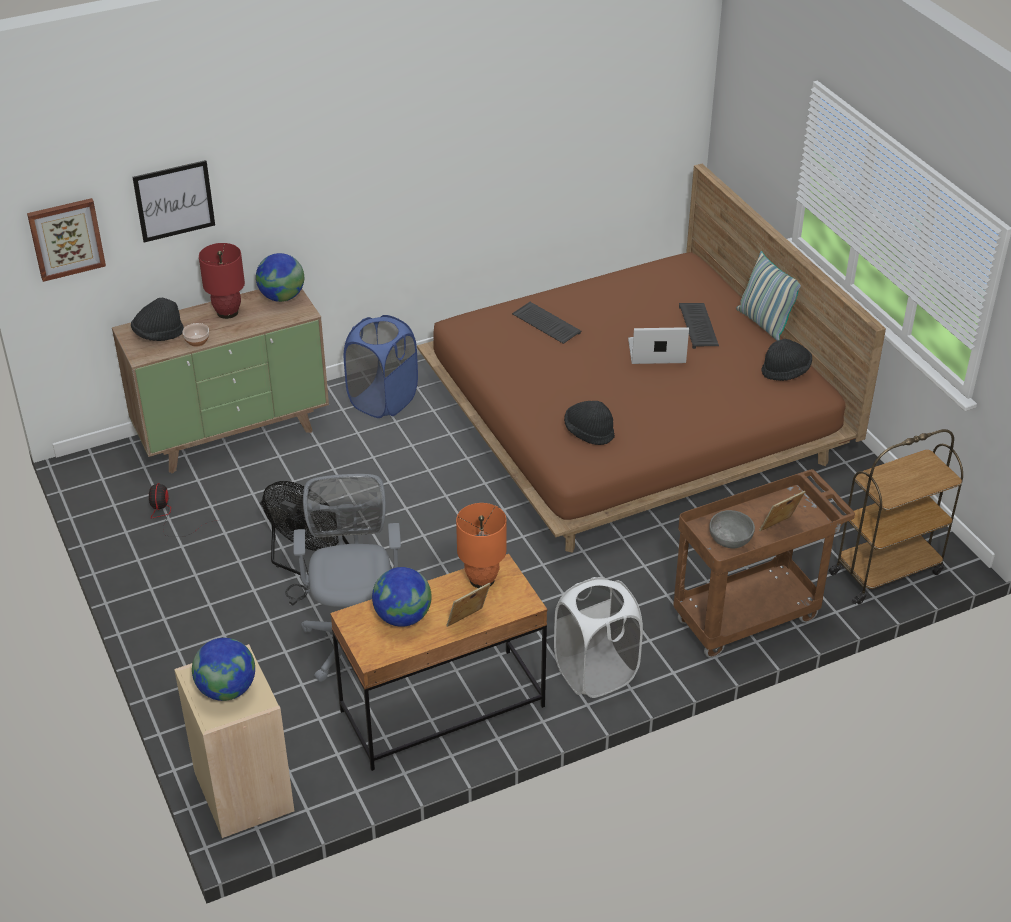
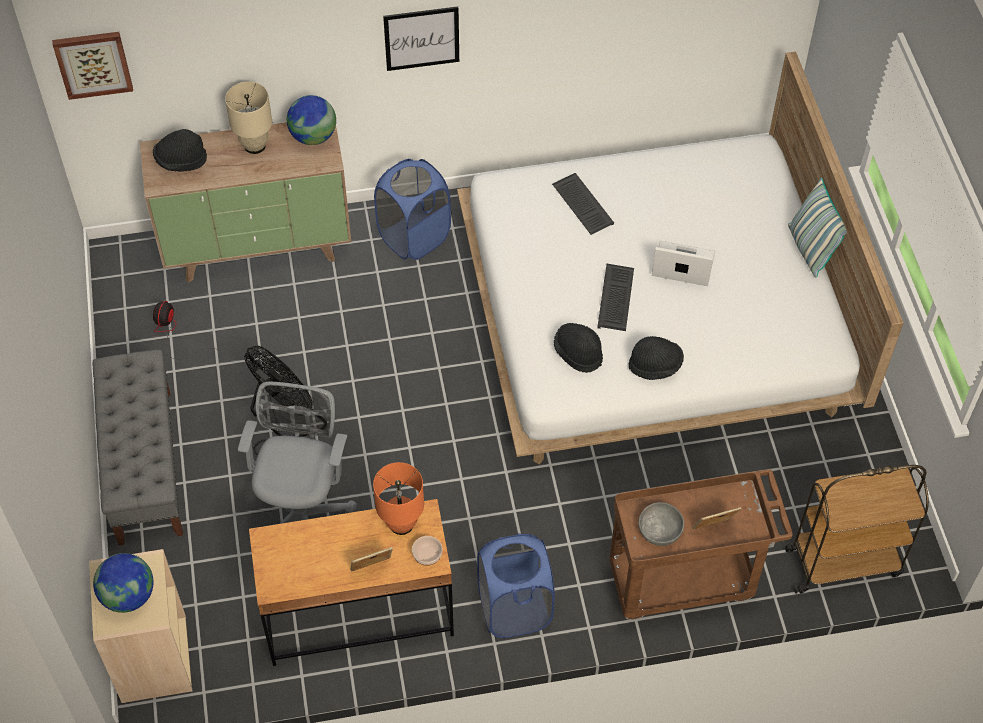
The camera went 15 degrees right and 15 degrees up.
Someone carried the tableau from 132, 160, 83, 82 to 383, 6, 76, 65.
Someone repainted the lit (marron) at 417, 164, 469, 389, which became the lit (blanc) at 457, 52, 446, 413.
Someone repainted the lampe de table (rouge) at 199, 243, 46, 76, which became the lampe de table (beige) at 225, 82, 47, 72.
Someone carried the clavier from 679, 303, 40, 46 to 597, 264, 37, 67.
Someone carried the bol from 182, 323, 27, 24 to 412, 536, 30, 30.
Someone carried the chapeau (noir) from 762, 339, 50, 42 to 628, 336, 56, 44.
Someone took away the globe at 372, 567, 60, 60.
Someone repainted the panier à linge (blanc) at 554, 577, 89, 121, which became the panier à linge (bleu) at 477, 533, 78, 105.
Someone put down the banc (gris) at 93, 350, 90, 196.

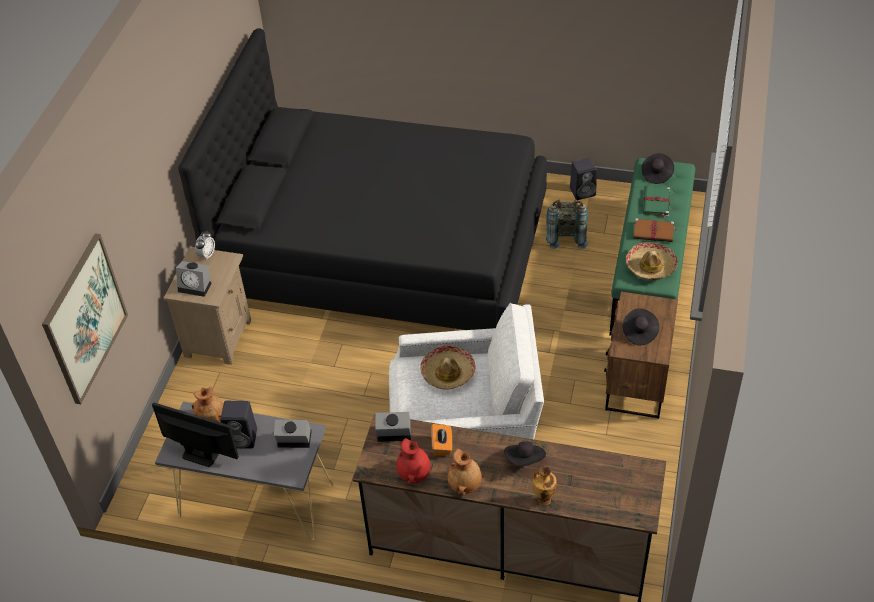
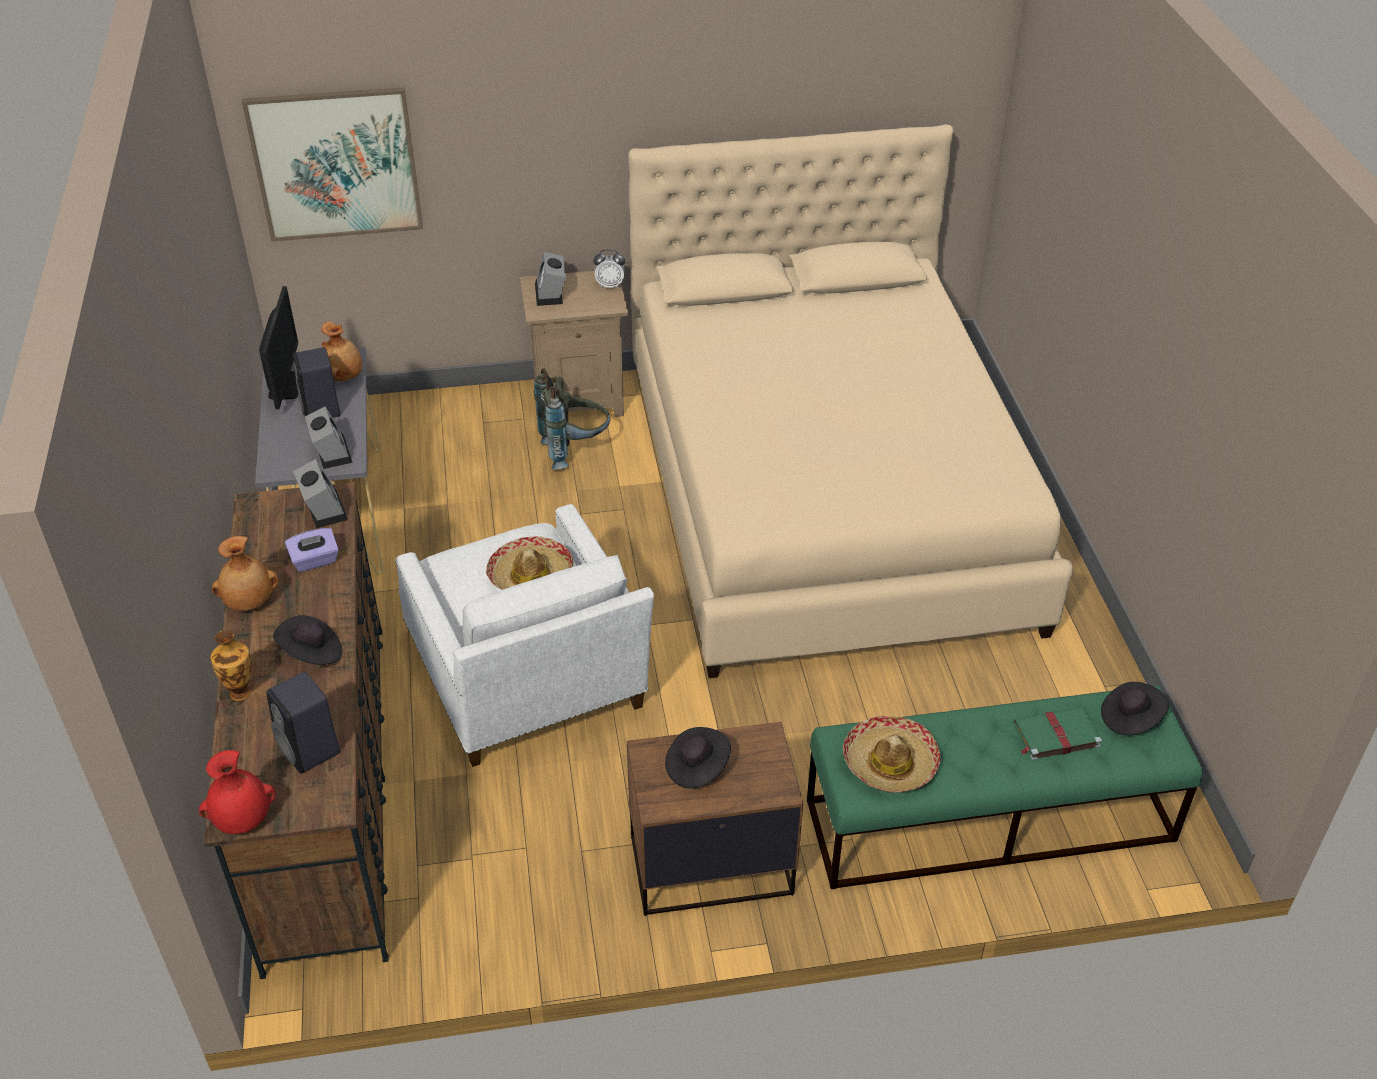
The camera went 65 degrees right and 5 degrees down.
Someone repainted the lit (noir) at 178, 28, 369, 302, which became the lit (beige) at 628, 124, 445, 554.
Someone carried the enceinte (noir) from 570, 158, 27, 42 to 267, 672, 73, 102.
Someone carried the sac à dos (gris) from 546, 200, 42, 49 to 534, 368, 76, 101.
Someone took away the livre (marron) at 633, 218, 44, 24.
Someone repainted the boîte à mouchoirs (orange) at 431, 424, 21, 32, which became the boîte à mouchoirs (violet) at 285, 528, 54, 44.
Someone carried the vase (rouge) from 397, 438, 34, 46 to 199, 750, 77, 84.

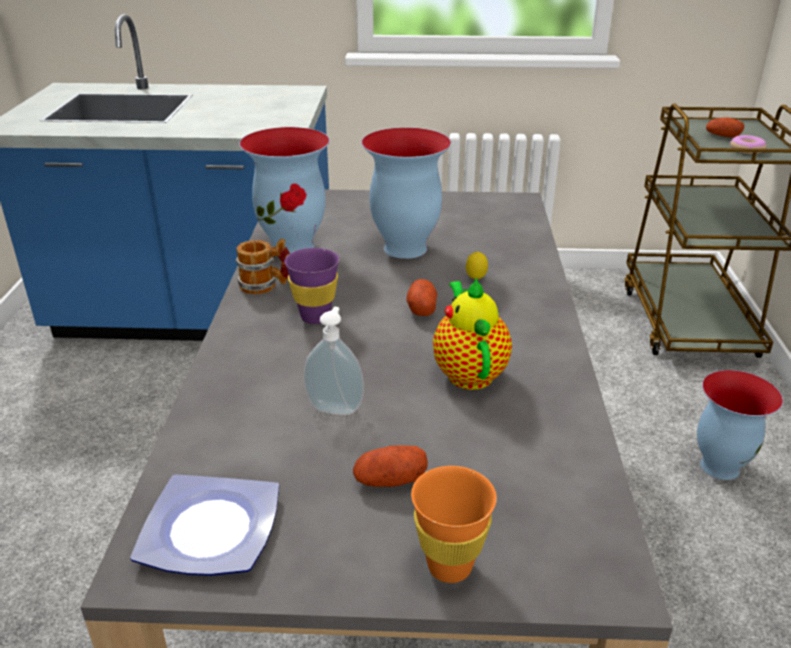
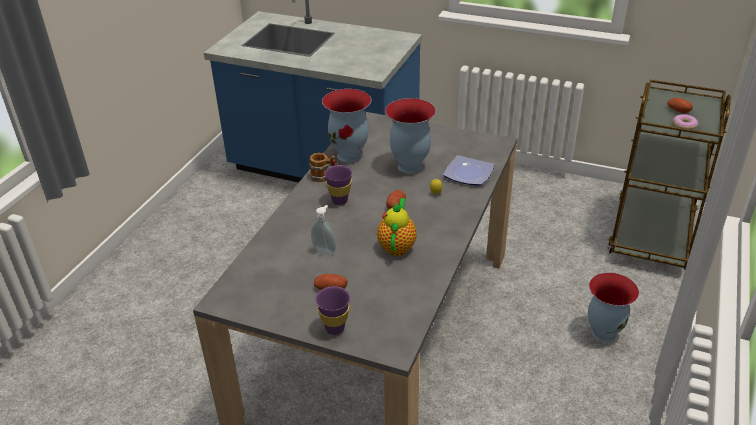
The camera went 20 degrees right and 5 degrees up.
Someone repainted the tasse (orange) at 411, 466, 86, 117, which became the tasse (violet) at 315, 286, 35, 49.
Someone carried the assiette from 130, 474, 149, 102 to 443, 155, 51, 31.

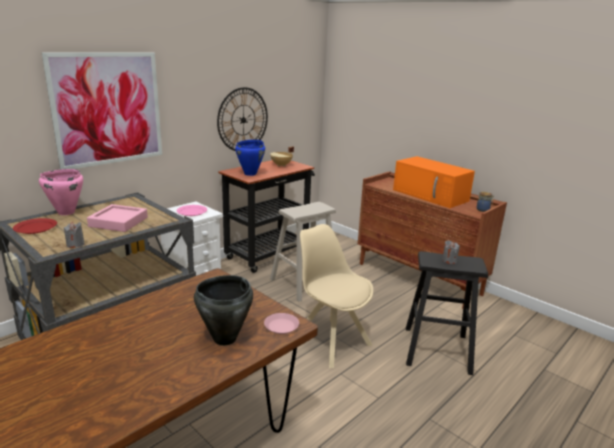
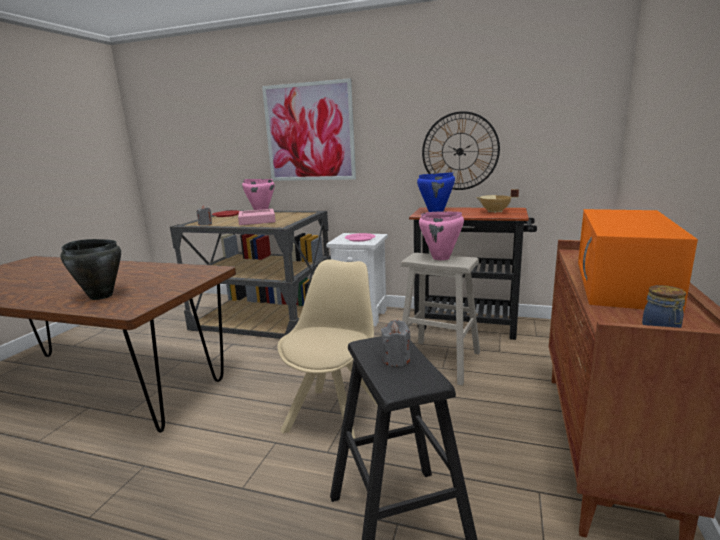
The camera went 65 degrees right and 5 degrees down.
Someone took away the assiette (rose) at 264, 313, 35, 21.
Someone put down the marmite (rose) at 419, 212, 45, 48.

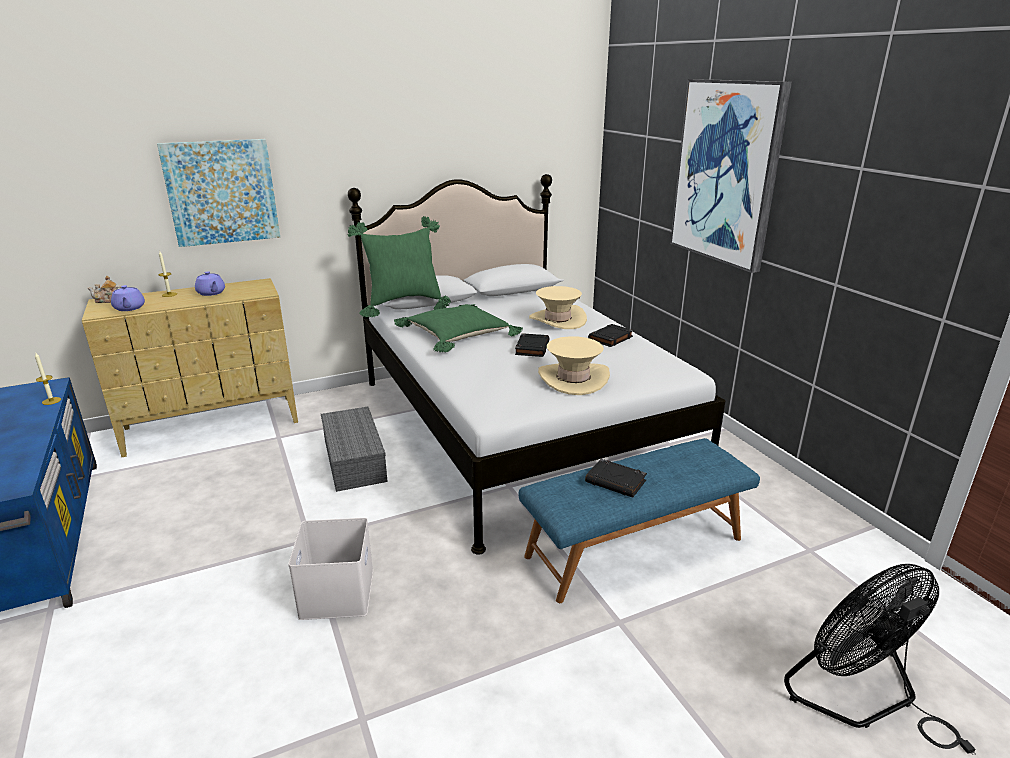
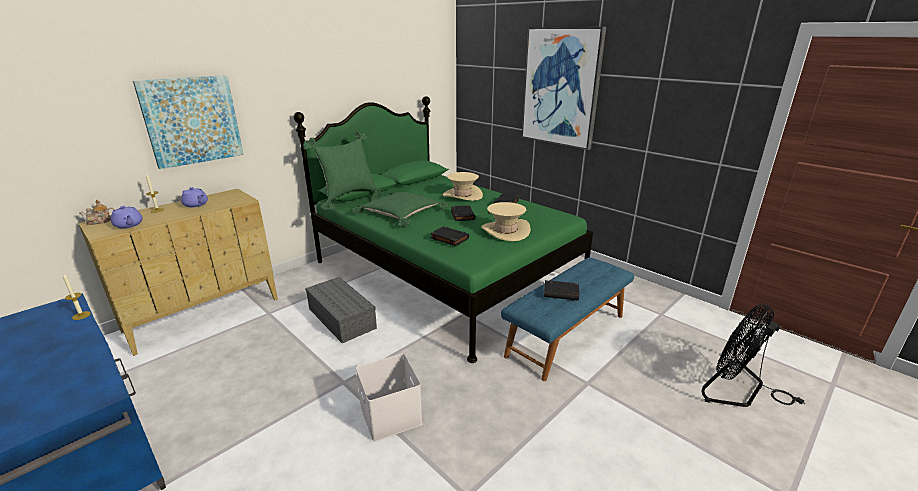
The camera went 20 degrees left and 0 degrees up.
Someone repainted the lit (blanc) at 348, 174, 378, 381, which became the lit (vert) at 294, 96, 299, 267.
Someone put down the livre (noir) at 430, 226, 39, 20.

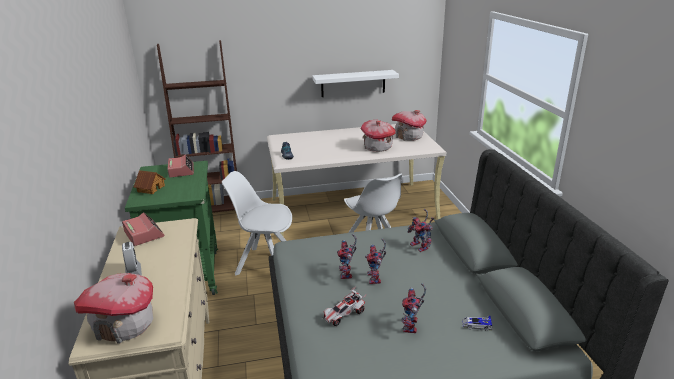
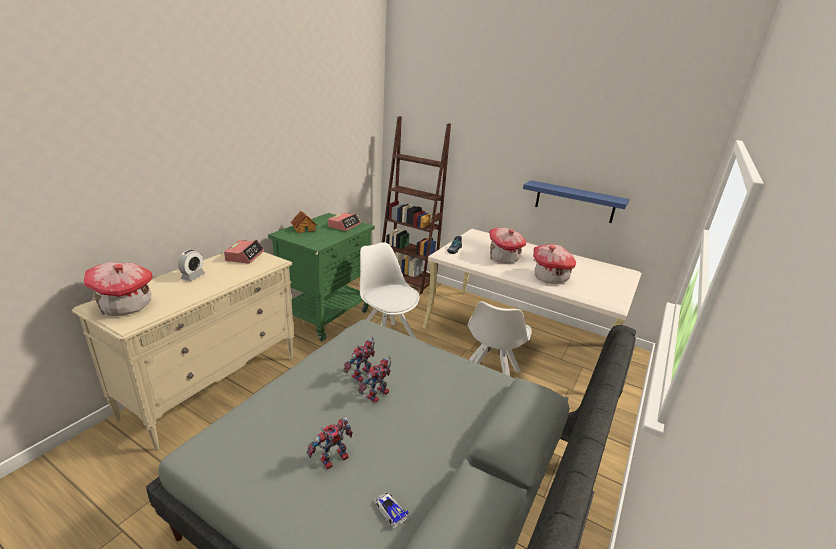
The camera went 40 degrees right and 0 degrees up.
Someone repainted the étagère (blanc) at 312, 70, 87, 27, which became the étagère (bleu) at 523, 180, 106, 43.
Someone carried the maison miniature from 392, 110, 34, 31 to 489, 228, 38, 36.
Someone took away the robot jouet at 408, 209, 26, 43.
Someone took away the petite voiture at 323, 286, 43, 40.

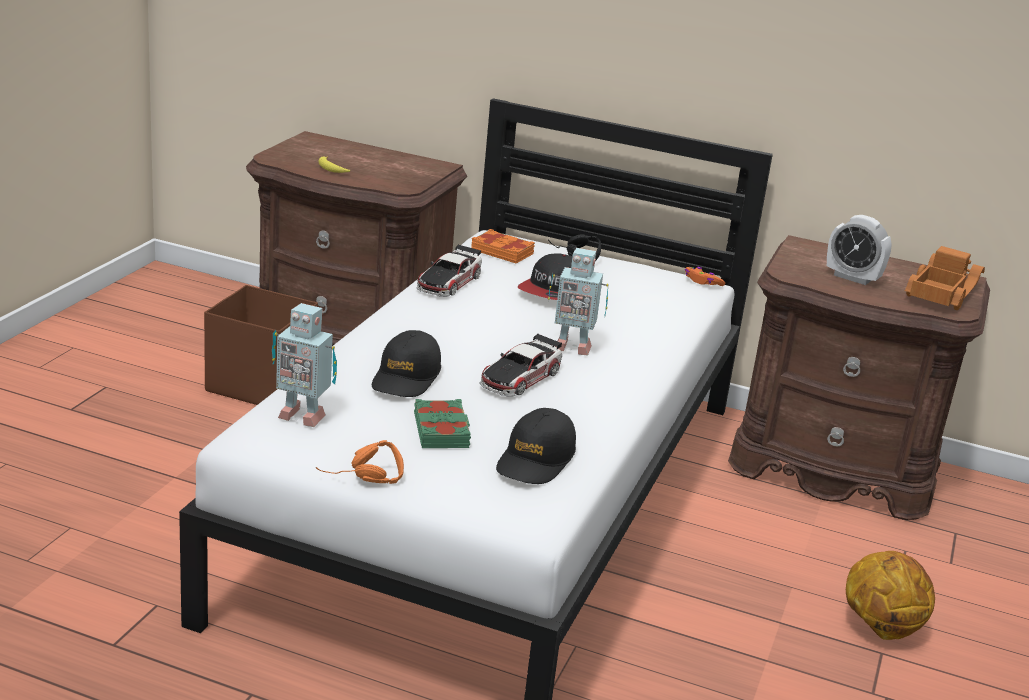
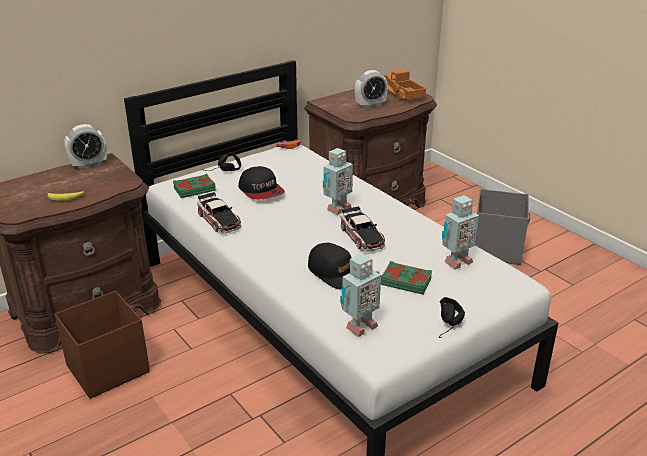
The camera went 55 degrees left and 5 degrees up.
Someone repainted the livre (orange) at 471, 229, 64, 35, which became the livre (vert) at 173, 174, 43, 24.
Someone swapped the casquette (noir) at 496, 408, 80, 76 for the robot jouet at 442, 195, 37, 74.
Someone repainted the casque audio (orange) at 316, 440, 88, 44, which became the casque audio (noir) at 439, 297, 26, 41.
Someone swapped the ballon de basket at 846, 551, 89, 89 for the boîte de rangement (gris) at 476, 189, 54, 76.
Someone put down the réveil at 64, 124, 43, 45.

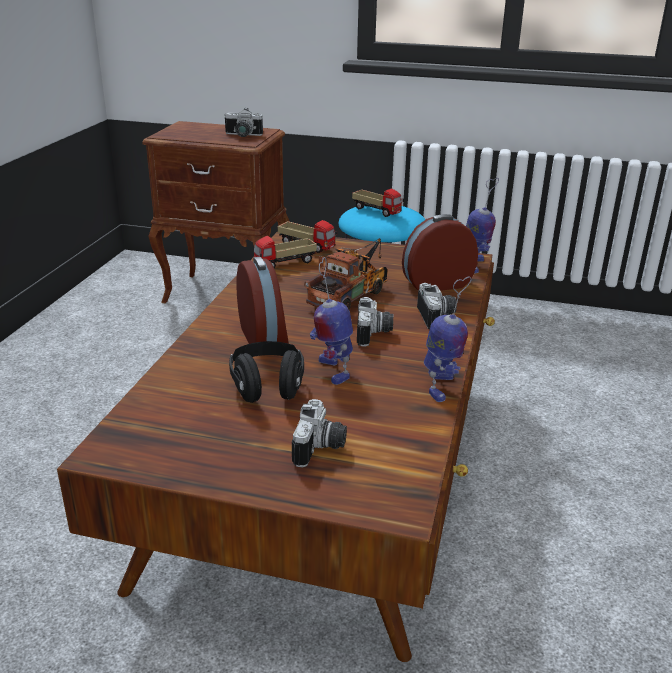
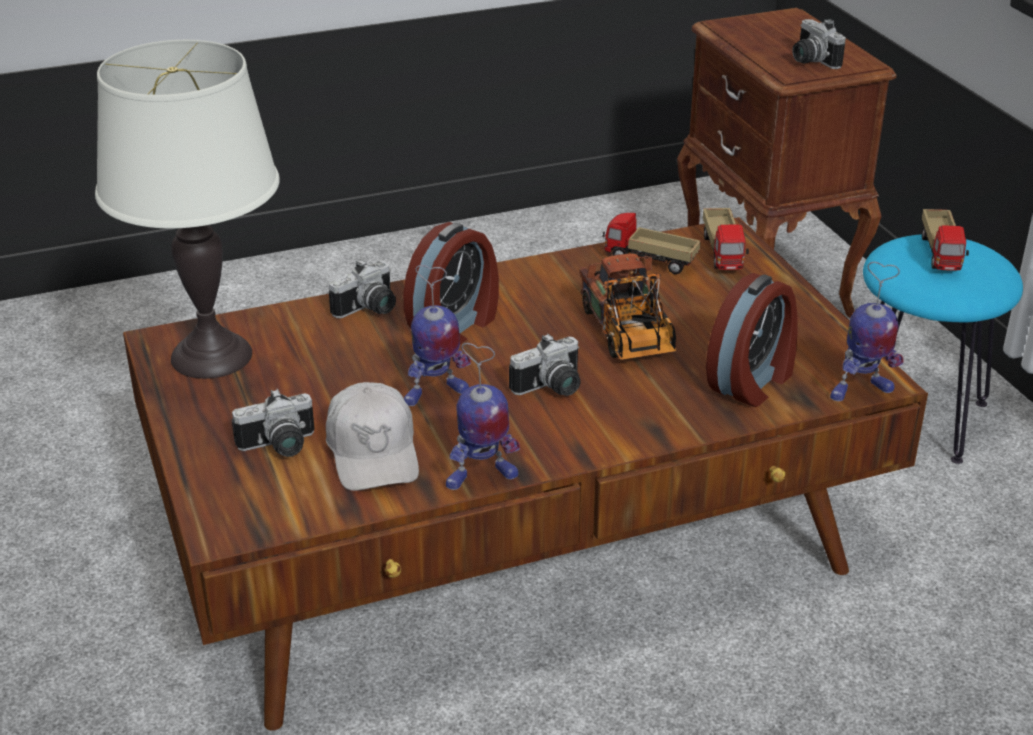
The camera went 55 degrees right and 5 degrees up.
Someone rotated the réveil at 402, 214, 76, 77 by 90 degrees clockwise.
Someone rotated the camion jouet at 304, 238, 84, 72 by 75 degrees clockwise.
Someone rotated the robot jouet at 310, 257, 43, 128 by 150 degrees counterclockwise.
Someone carried the appareil photo from 417, 283, 40, 46 to 329, 259, 67, 60.
Someone took away the casque audio (noir) at 229, 341, 75, 62.
Someone put down the lampe de table (blanc) at 95, 40, 185, 339.
Someone put down the casquette (blanc) at 326, 382, 93, 109.

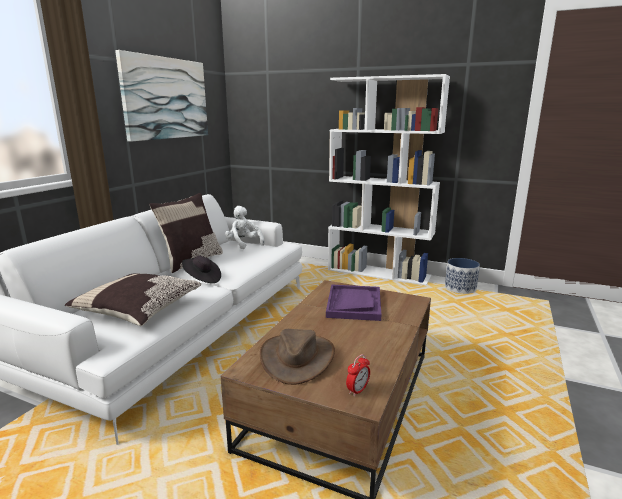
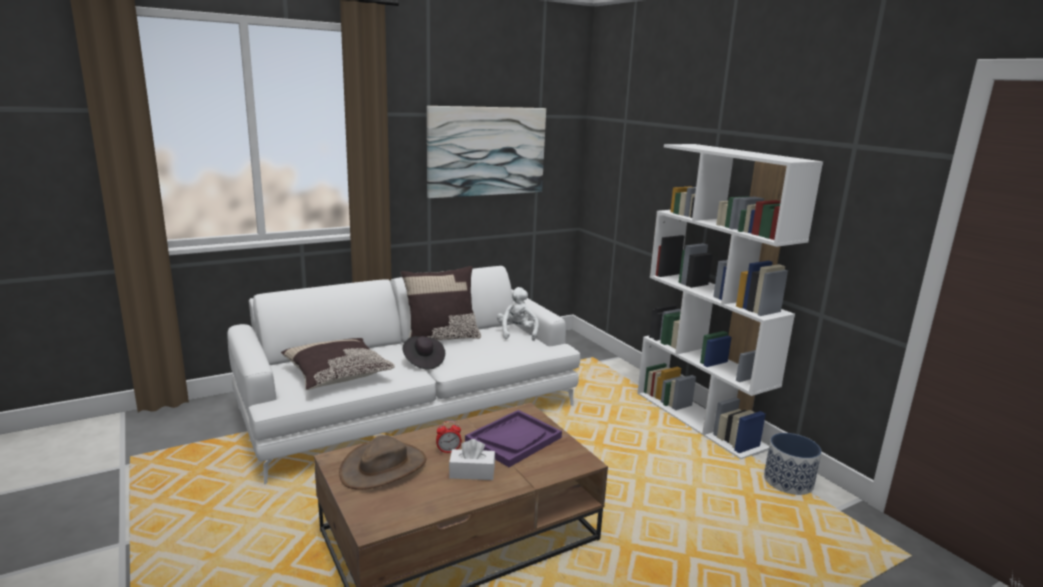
The camera went 35 degrees right and 0 degrees up.
Someone carried the réveil from 346, 354, 24, 43 to 436, 421, 26, 32.
Someone put down the boîte à mouchoirs (blanc) at 449, 439, 46, 41.

